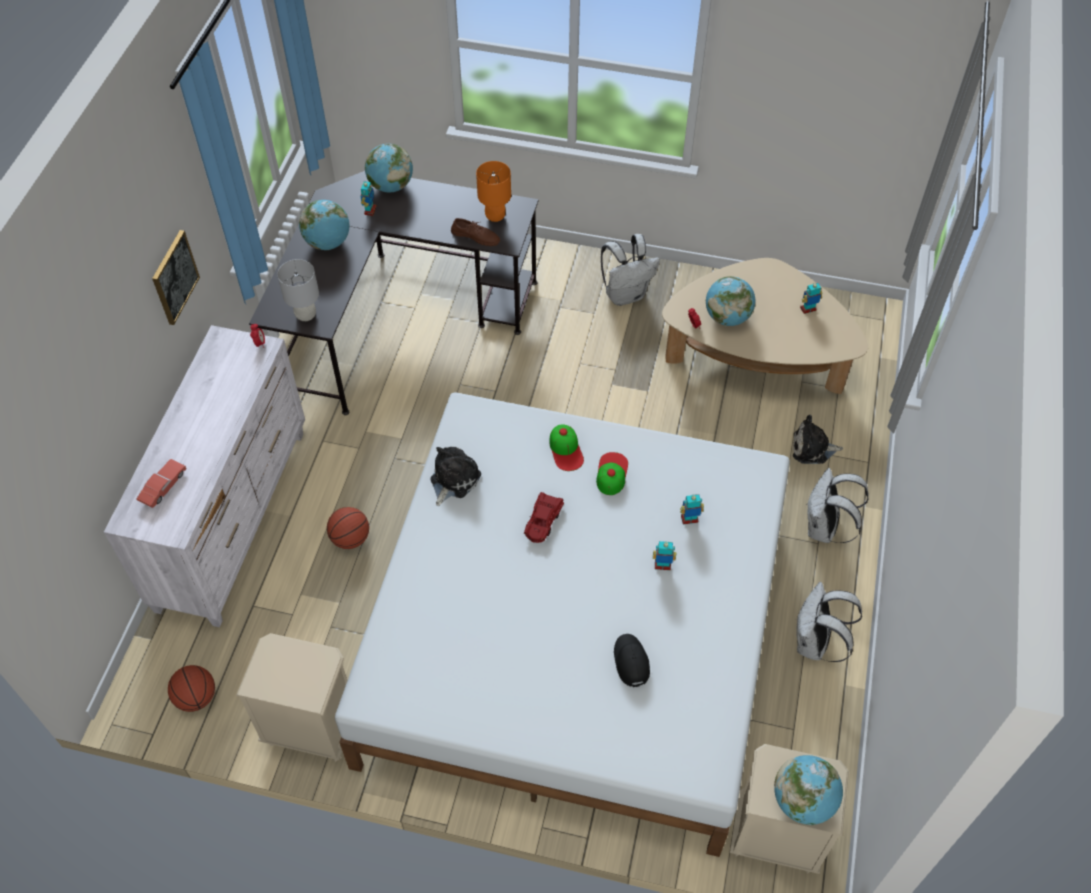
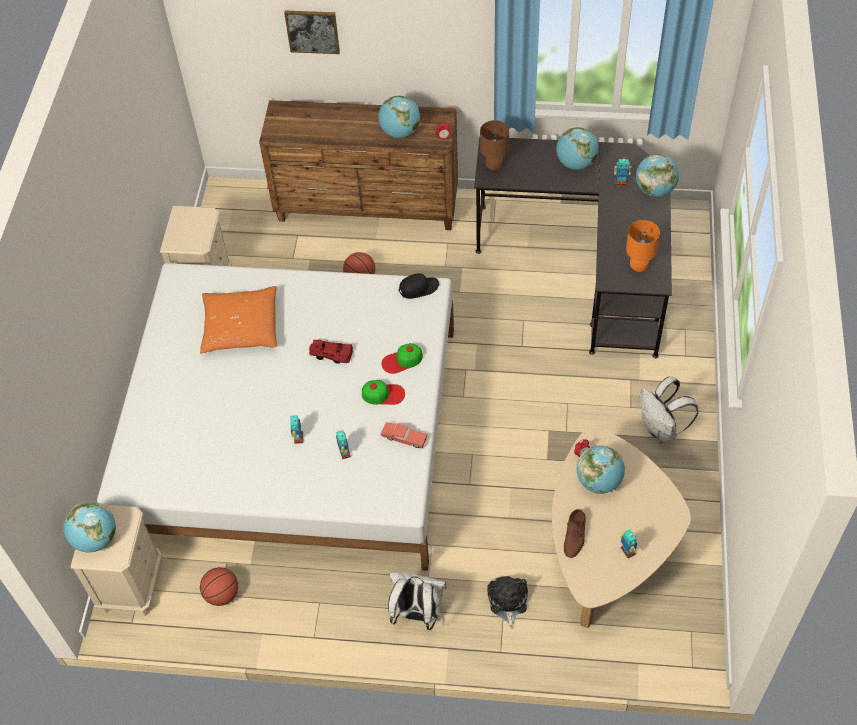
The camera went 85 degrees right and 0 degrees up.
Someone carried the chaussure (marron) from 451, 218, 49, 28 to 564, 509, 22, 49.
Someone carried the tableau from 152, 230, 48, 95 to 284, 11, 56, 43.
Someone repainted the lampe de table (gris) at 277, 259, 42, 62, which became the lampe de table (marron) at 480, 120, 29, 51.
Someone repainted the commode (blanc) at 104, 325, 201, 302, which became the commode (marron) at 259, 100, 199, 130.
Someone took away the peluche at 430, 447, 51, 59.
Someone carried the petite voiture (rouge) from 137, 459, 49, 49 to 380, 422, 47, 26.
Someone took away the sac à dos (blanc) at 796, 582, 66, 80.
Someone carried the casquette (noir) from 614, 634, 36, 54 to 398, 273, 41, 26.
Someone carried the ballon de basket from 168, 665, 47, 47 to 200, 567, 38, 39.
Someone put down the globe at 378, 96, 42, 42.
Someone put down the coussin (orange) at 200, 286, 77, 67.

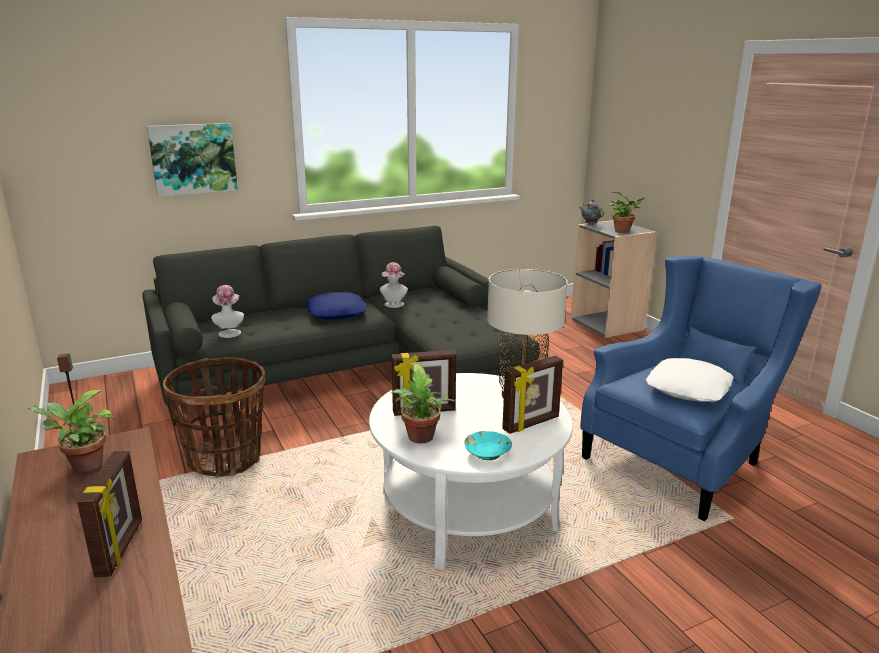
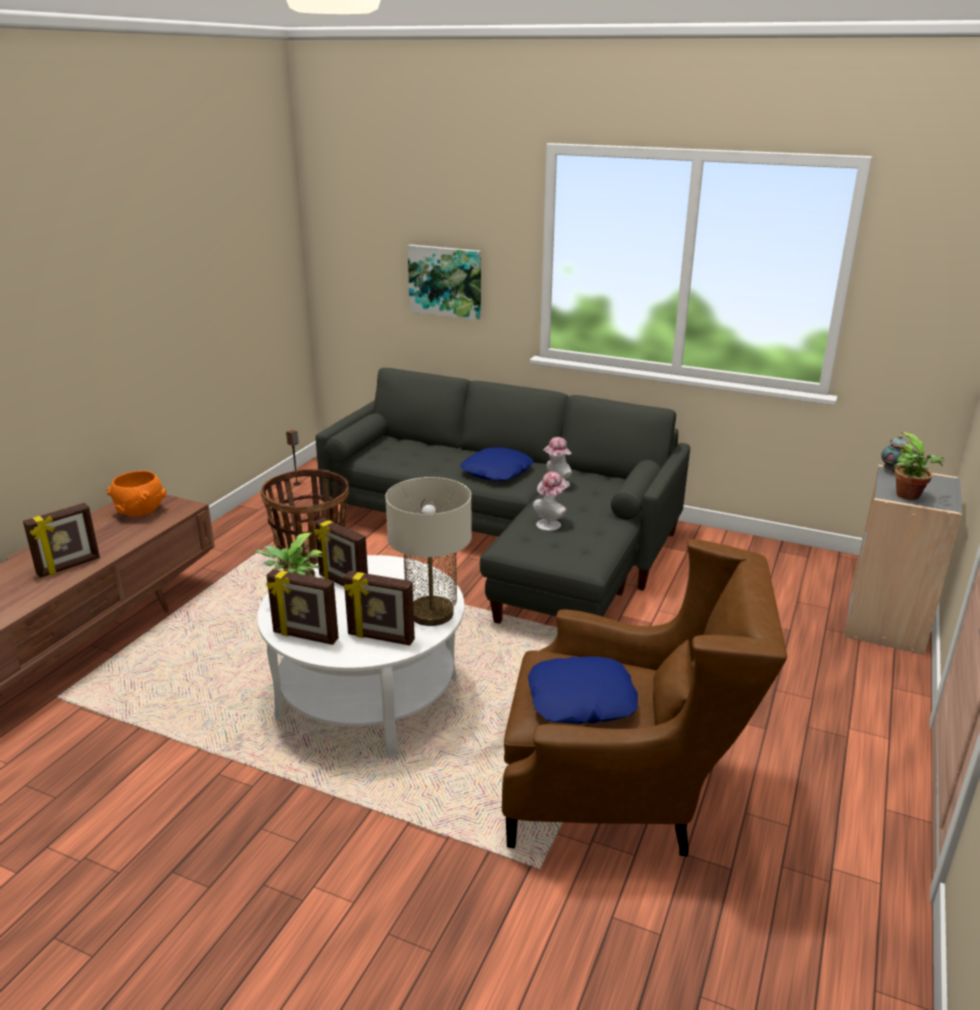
The camera went 50 degrees right and 5 degrees up.
Someone repainted the fauteuil (bleu) at 580, 255, 242, 266, which became the fauteuil (marron) at 502, 539, 285, 318.
Someone carried the chapeau from 211, 285, 33, 53 to 533, 472, 34, 59.
Someone repainted the coussin (blanc) at 646, 358, 88, 44, which became the coussin (bleu) at 528, 656, 110, 68.
Someone swapped the plante en pot at 27, 390, 88, 83 for the bol (orange) at 107, 471, 59, 46.
Someone swapped the bol (turquoise) at 464, 431, 48, 29 for the cadre photo at 266, 569, 73, 76.

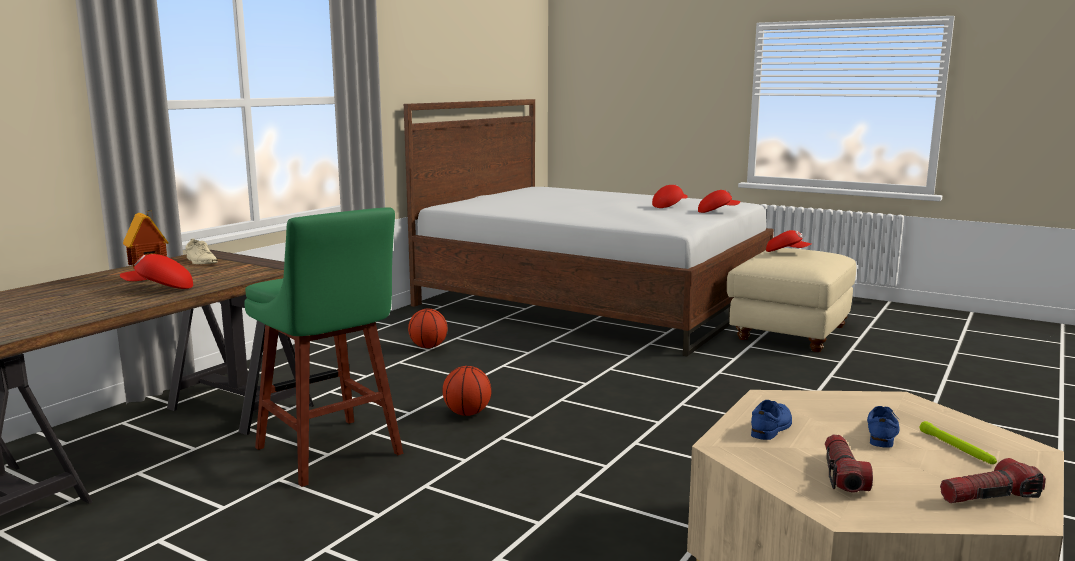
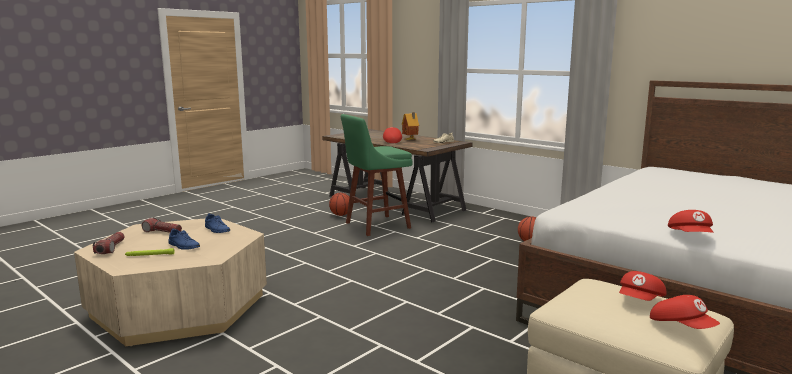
The camera went 100 degrees right and 0 degrees up.
Someone carried the casquette (rouge) from 652, 184, 36, 24 to 650, 295, 70, 34.
Someone carried the ballon de basket from 442, 366, 49, 50 to 329, 193, 20, 23.

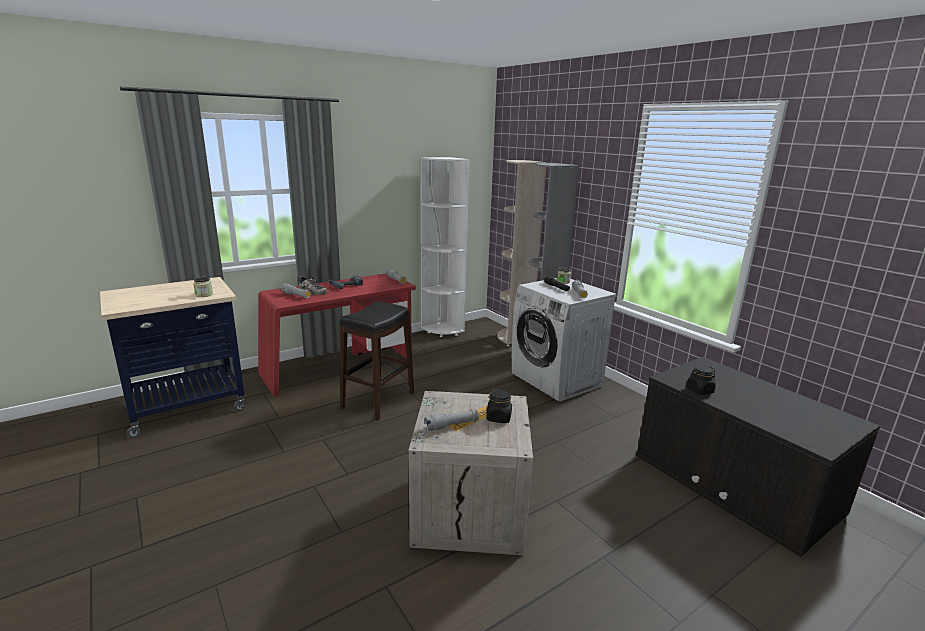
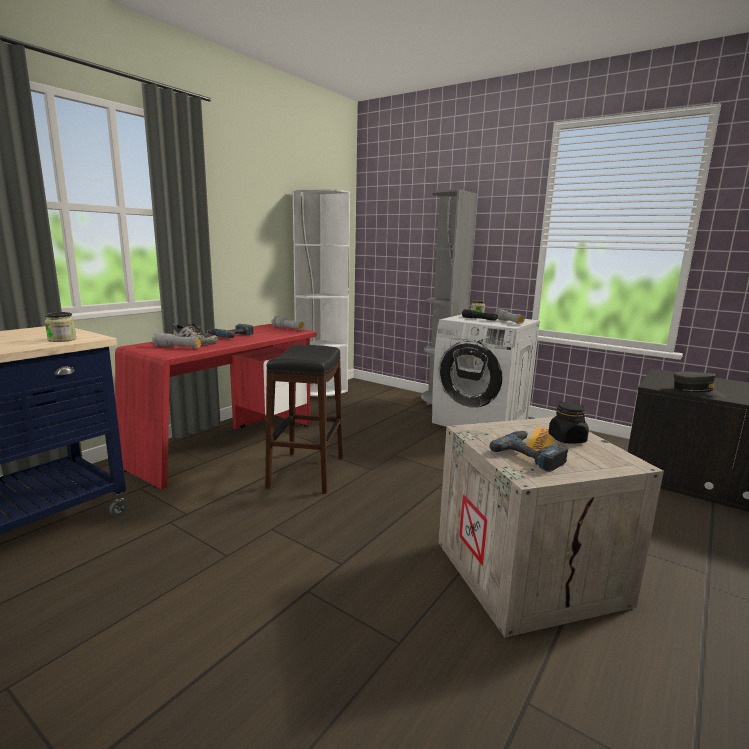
The camera went 20 degrees left and 5 degrees down.
Someone took away the bibliothèque (beige) at 497, 160, 50, 186.
Someone swapped the bocal (noir) at 687, 365, 29, 30 for the casquette (gris) at 673, 372, 52, 26.
Someone swapped the lampe de poche (gris) at 424, 409, 55, 23 for the perceuse at 489, 431, 79, 41.

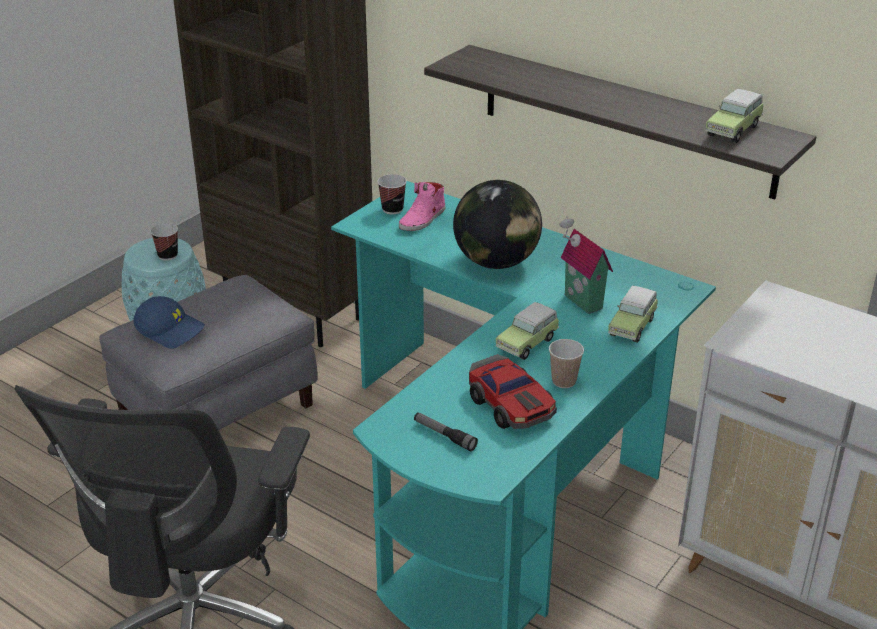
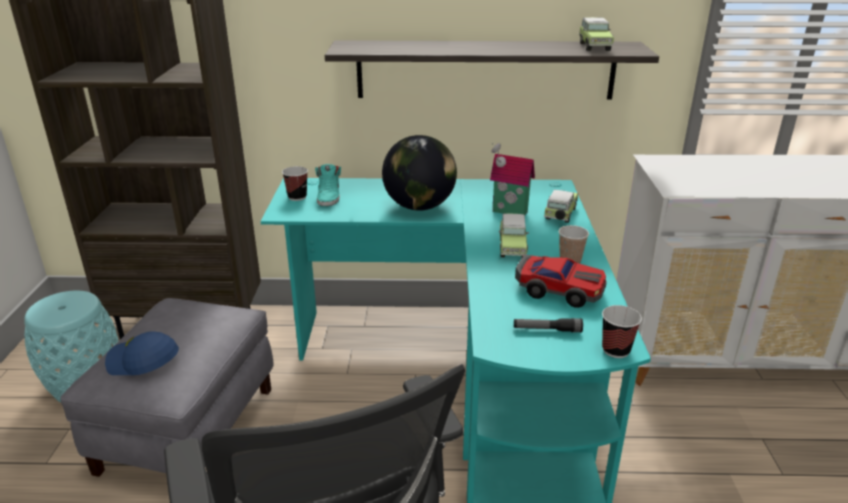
The camera went 35 degrees left and 5 degrees down.
Someone repainted the chaussure (rose) at 399, 182, 46, 49, which became the chaussure (turquoise) at 315, 164, 26, 42.
Someone carried the tasse from 150, 223, 28, 38 to 602, 305, 40, 53.
Someone rotated the petite voiture at 608, 285, 50, 58 by 150 degrees counterclockwise.
Someone rotated the casquette (bleu) at 133, 296, 72, 53 by 150 degrees counterclockwise.

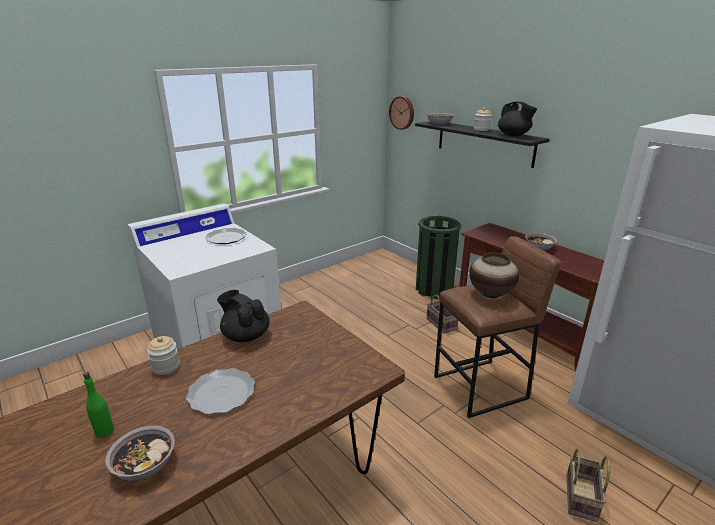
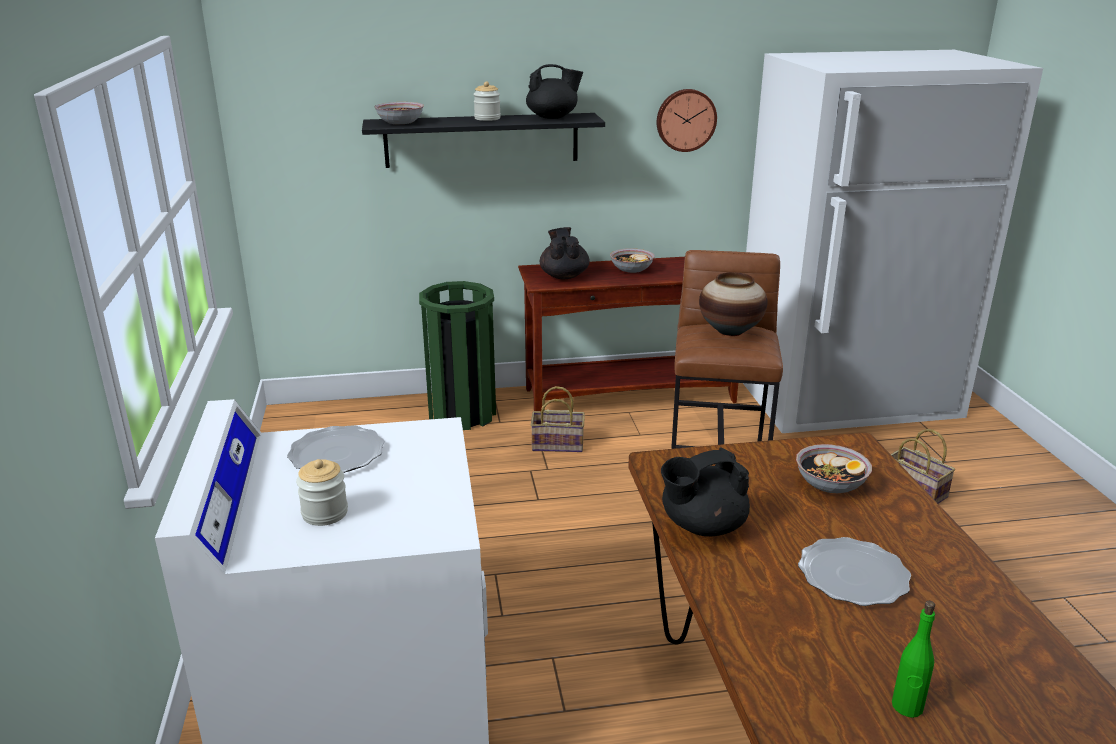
The camera went 60 degrees left and 0 degrees up.
Someone carried the horloge murale from 389, 96, 25, 34 to 657, 89, 60, 63.
Someone carried the bocal from 147, 336, 33, 39 to 296, 459, 52, 67.
Someone carried the bol from 105, 425, 70, 56 to 796, 444, 76, 49.
Someone put down the théière (noir) at 540, 227, 50, 52.

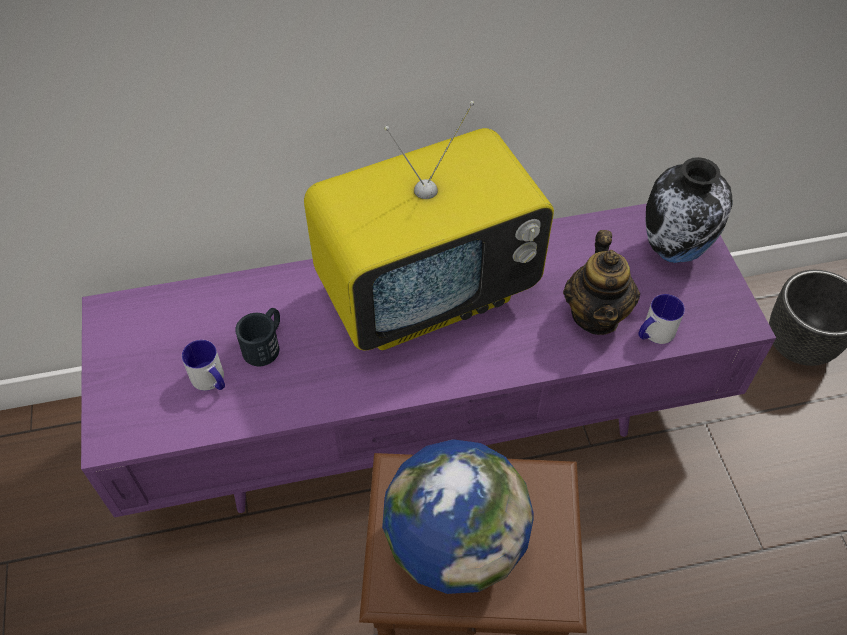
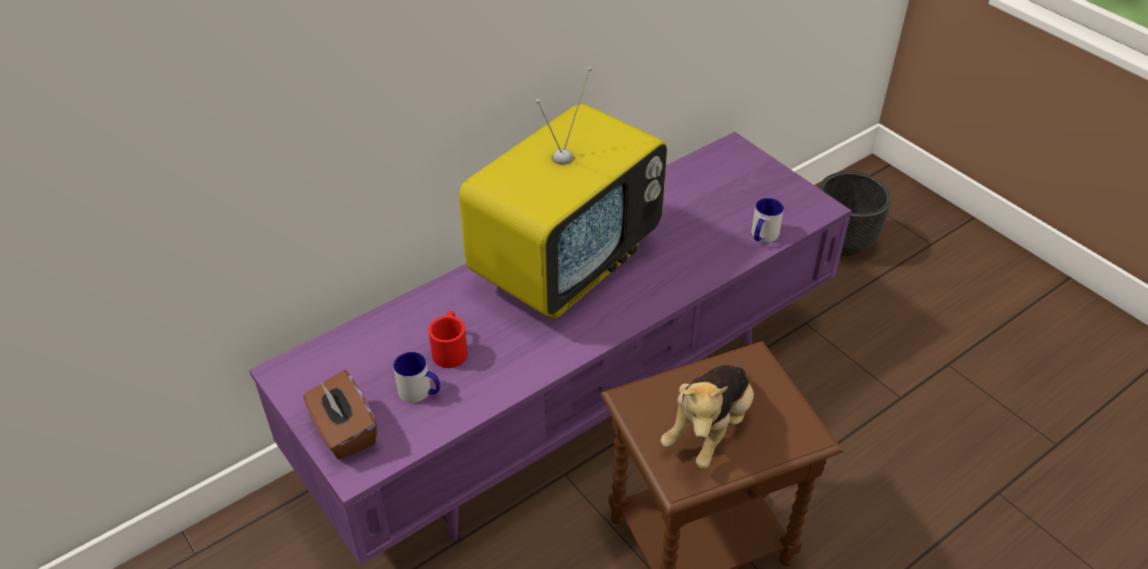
The camera went 25 degrees left and 10 degrees down.
Someone took away the vase at 645, 157, 88, 106.
Someone took away the théière at 563, 230, 77, 105.
Someone repainted the mug (noir) at 235, 308, 45, 58, which became the mug (rouge) at 428, 311, 40, 57.
Someone swapped the globe at 382, 439, 152, 155 for the peluche at 661, 365, 93, 104.
Someone put down the boîte à mouchoirs (marron) at 303, 370, 74, 89.

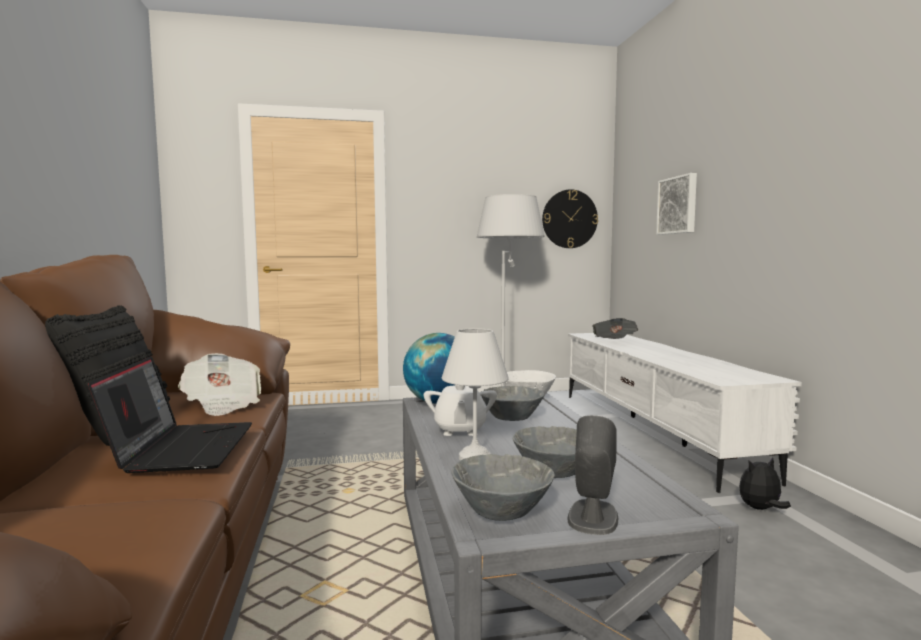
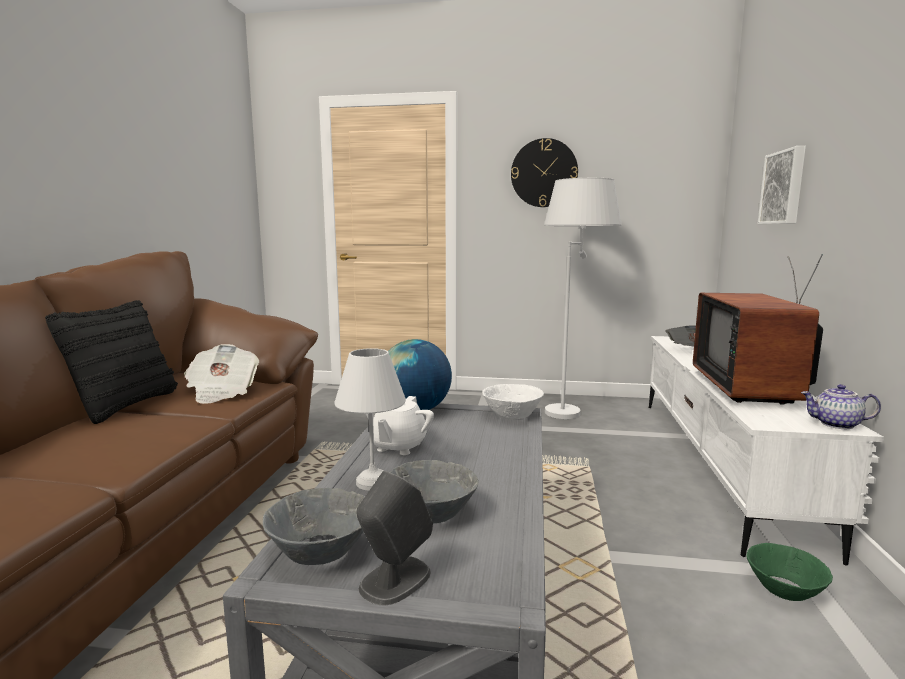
The camera went 20 degrees right and 5 degrees up.
Someone carried the horloge murale from 542, 189, 56, 59 to 511, 138, 67, 69.
Someone took away the ordinateur portable at 87, 357, 165, 116.
Someone took away the bol (gris) at 481, 386, 63, 35.
Someone swapped the peluche at 739, 457, 52, 53 for the bol (vert) at 746, 543, 87, 58.
Someone put down the téléviseur at 693, 254, 130, 151.
Someone put down the théière at 801, 384, 80, 45.

